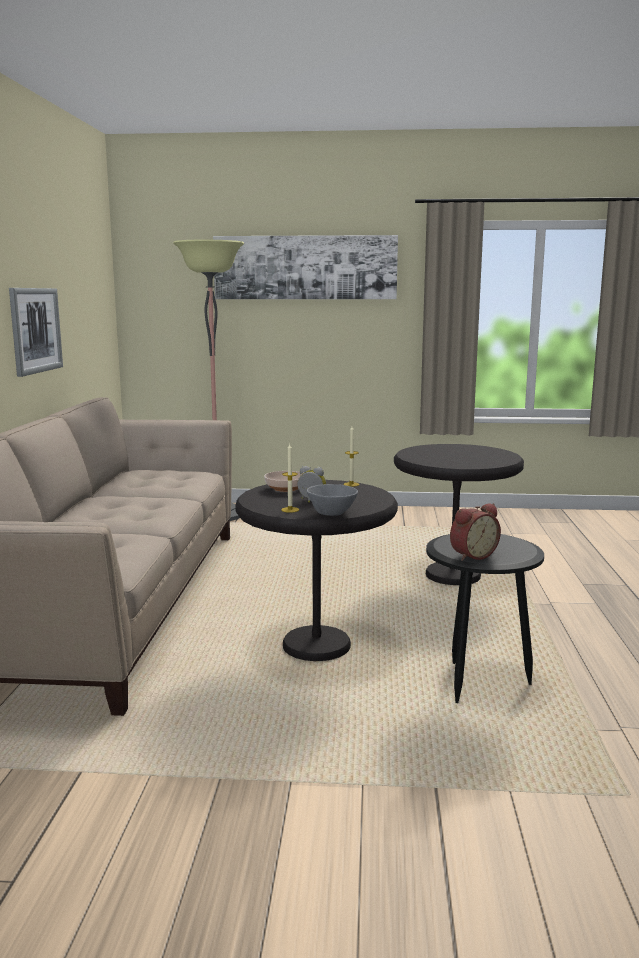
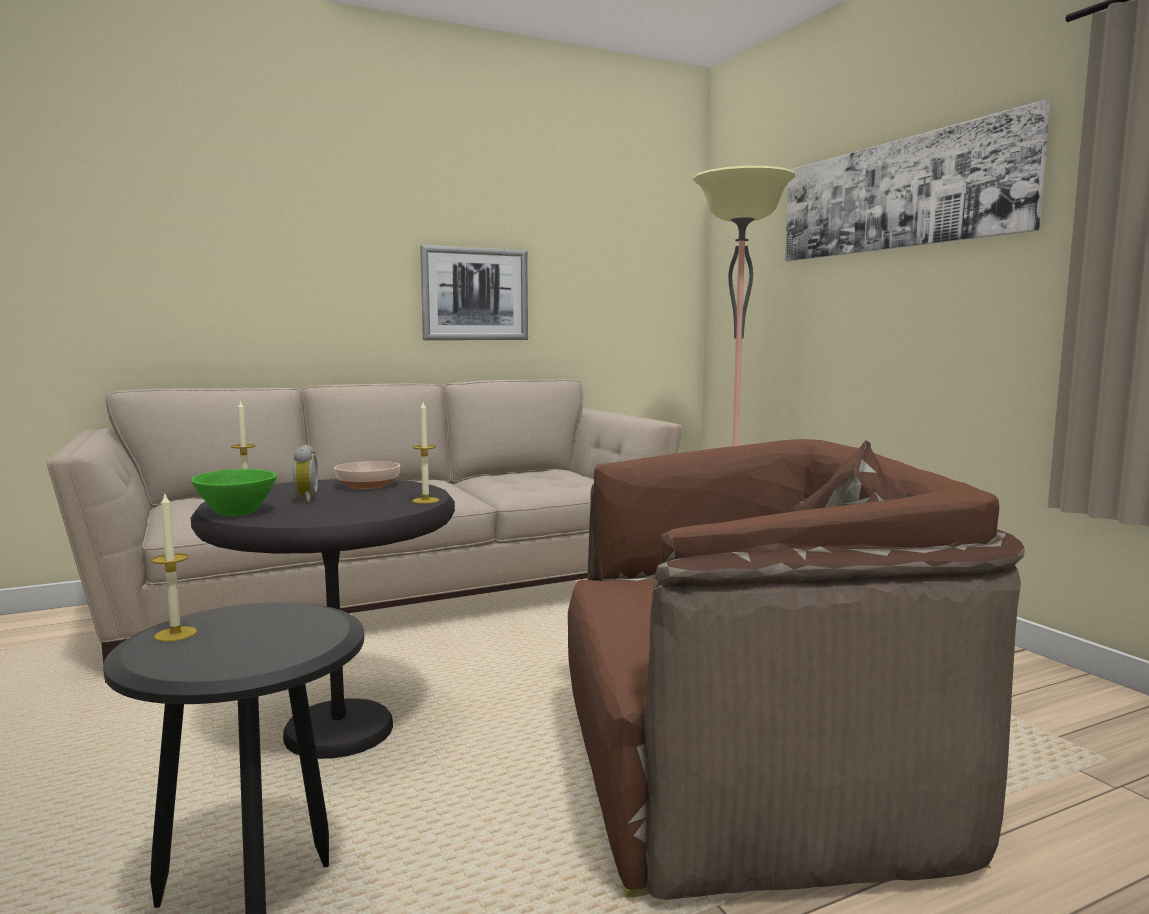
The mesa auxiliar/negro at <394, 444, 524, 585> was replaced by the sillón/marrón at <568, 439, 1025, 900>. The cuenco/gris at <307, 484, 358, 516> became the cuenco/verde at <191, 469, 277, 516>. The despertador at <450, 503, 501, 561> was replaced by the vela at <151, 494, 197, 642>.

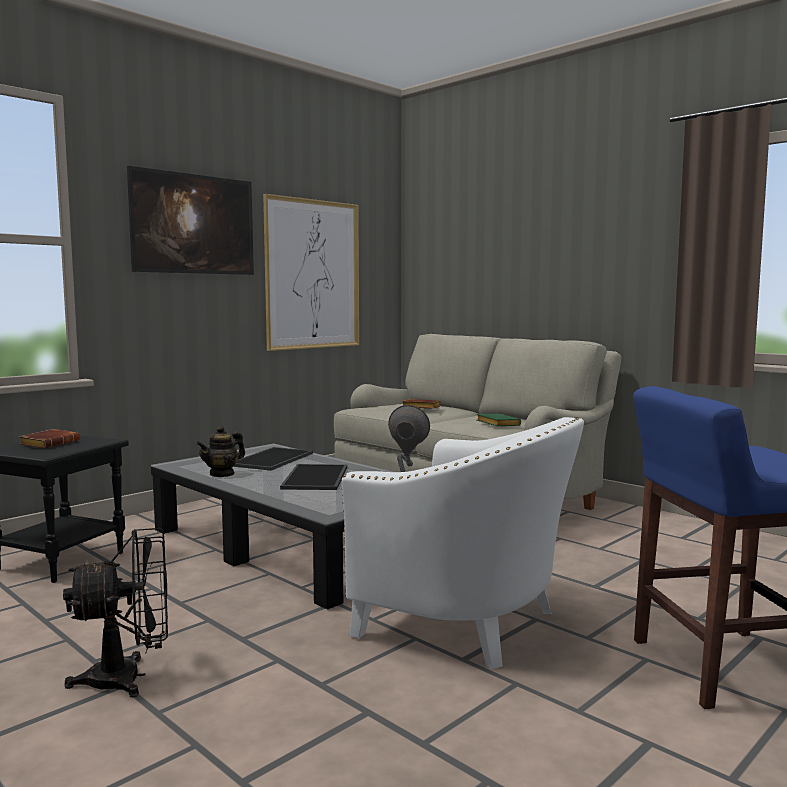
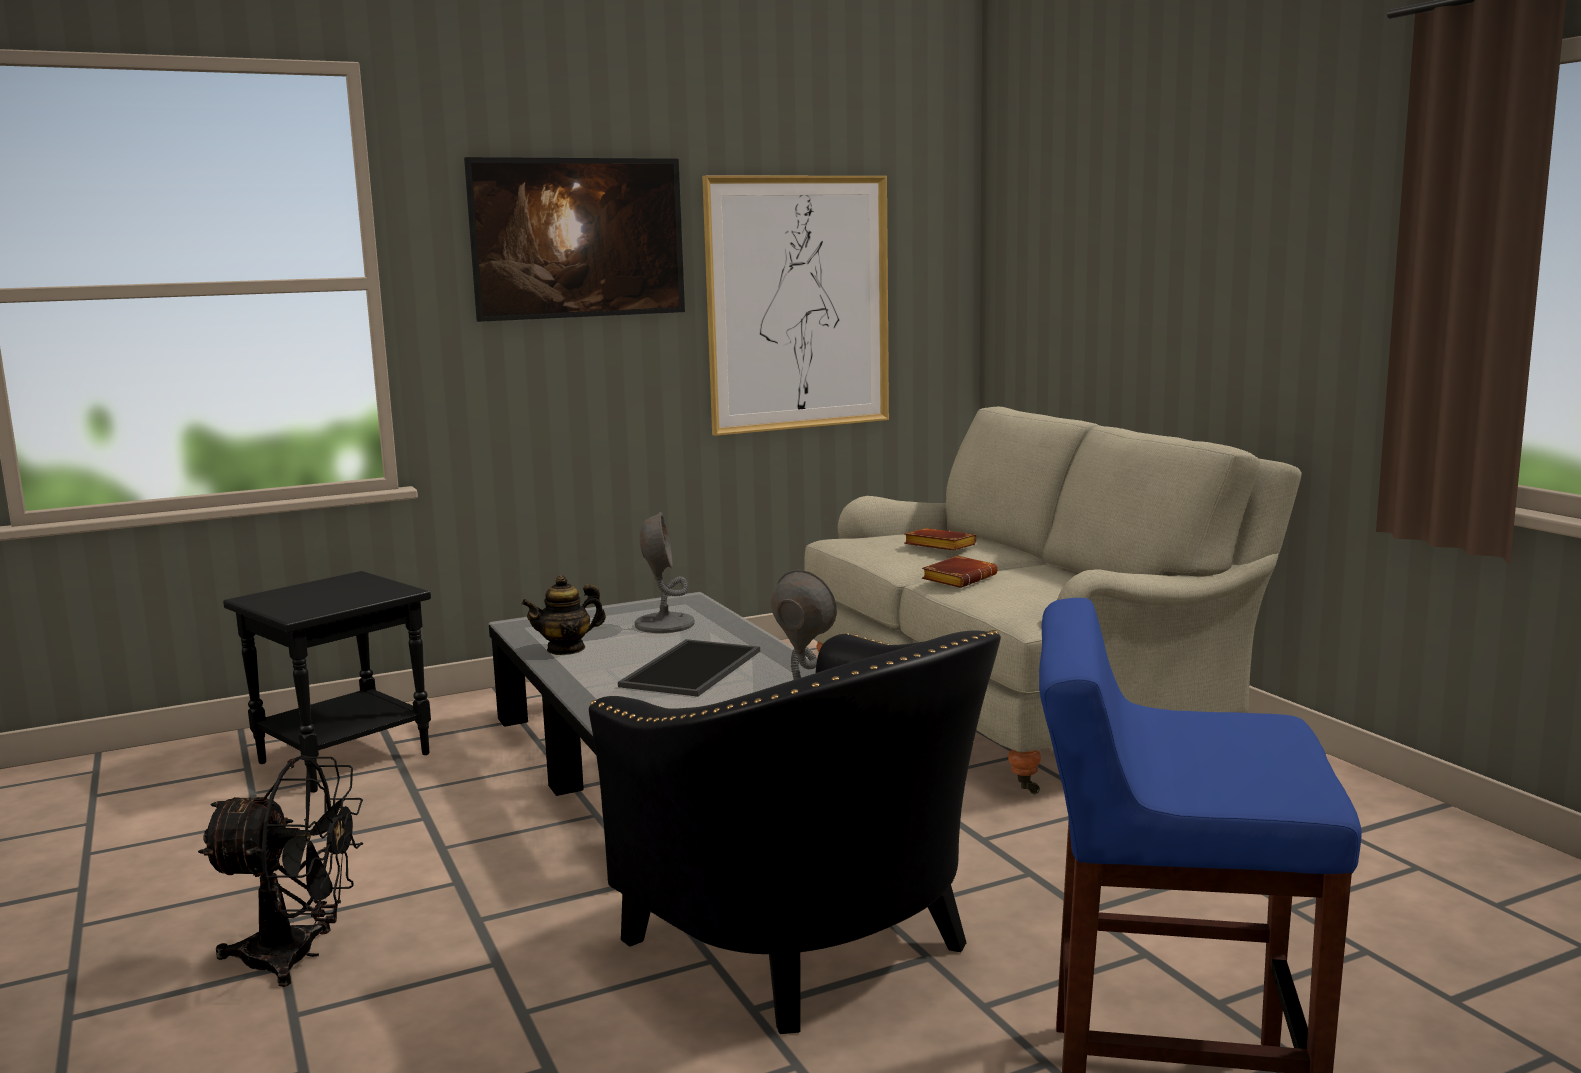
The libro/verde at <476, 414, 521, 426> disappeared. The sillón/blanco at <342, 417, 584, 669> became the sillón/negro at <589, 630, 1001, 1034>. The libro/marrón moved from <19, 429, 80, 448> to <922, 556, 997, 588>. The bandeja at <233, 447, 313, 470> was replaced by the lámpara de mesa/gris at <635, 512, 695, 633>.

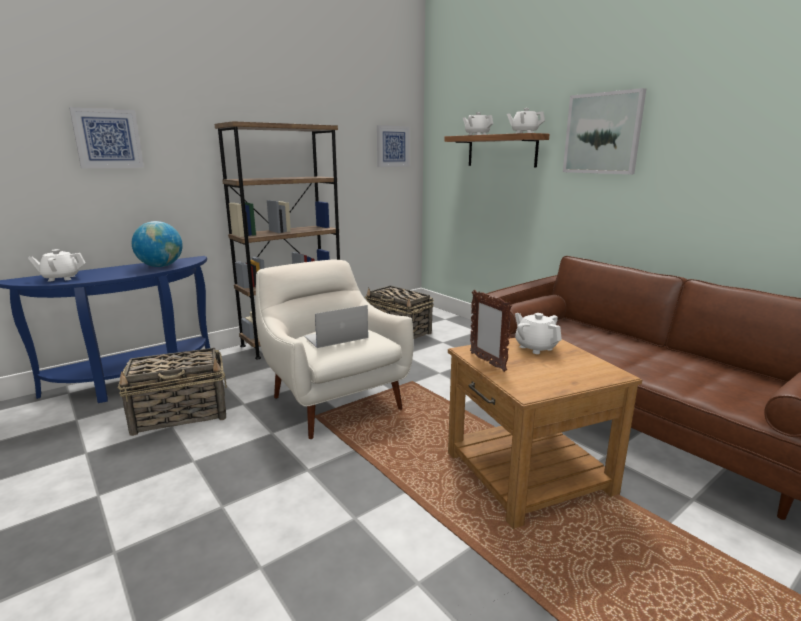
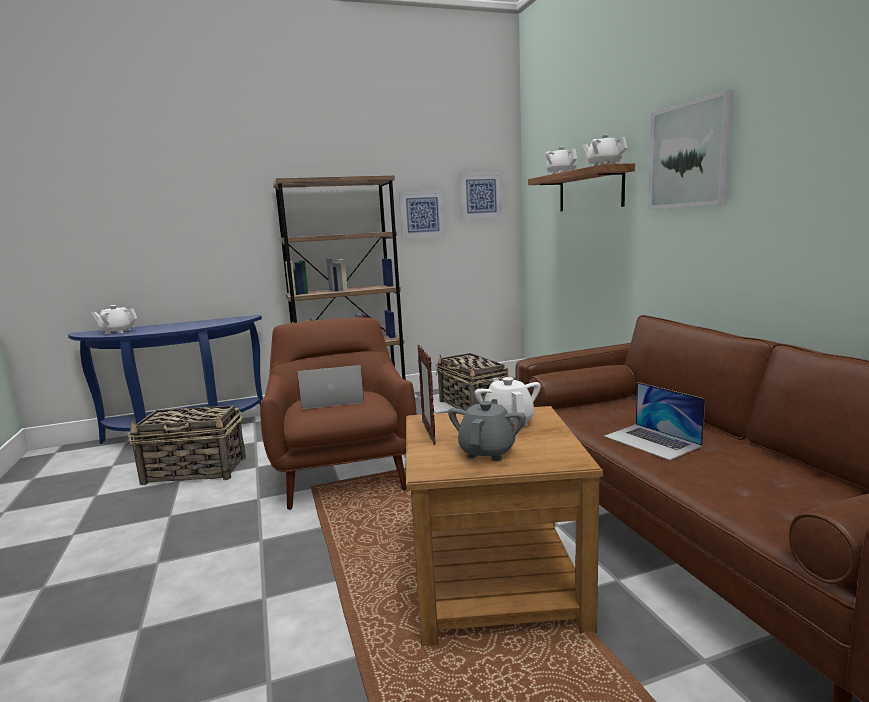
The cuadro moved from <69, 107, 144, 168> to <399, 190, 445, 239>. The globo terráqueo at <132, 221, 183, 267> disappeared. The sillón/blanco at <256, 260, 414, 439> became the sillón/marrón at <260, 317, 417, 510>. The portátil at <604, 382, 705, 460> appeared. The tetera/gris at <448, 399, 526, 461> appeared.

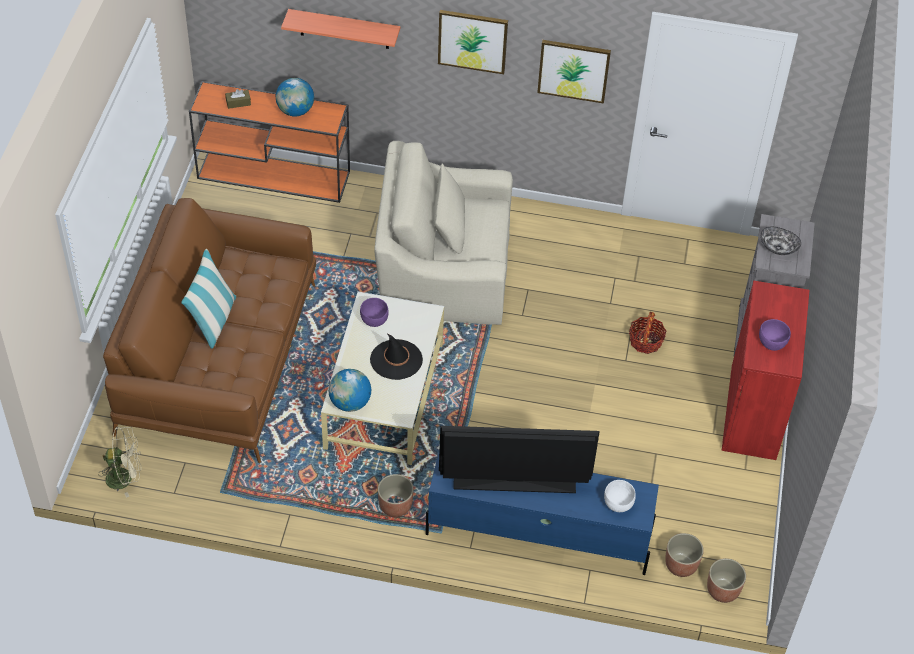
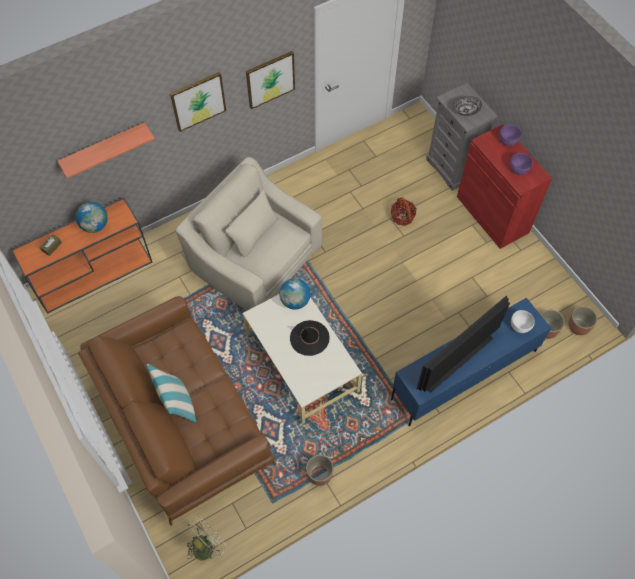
The sillón/beis at <374, 141, 513, 325> turned 75 degrees clockwise. The cuenco/morado moved from <360, 298, 389, 327> to <499, 125, 521, 146>. The globo terráqueo moved from <328, 369, 371, 412> to <279, 278, 311, 309>. The maceta moved from <378, 474, 414, 517> to <306, 455, 334, 486>.

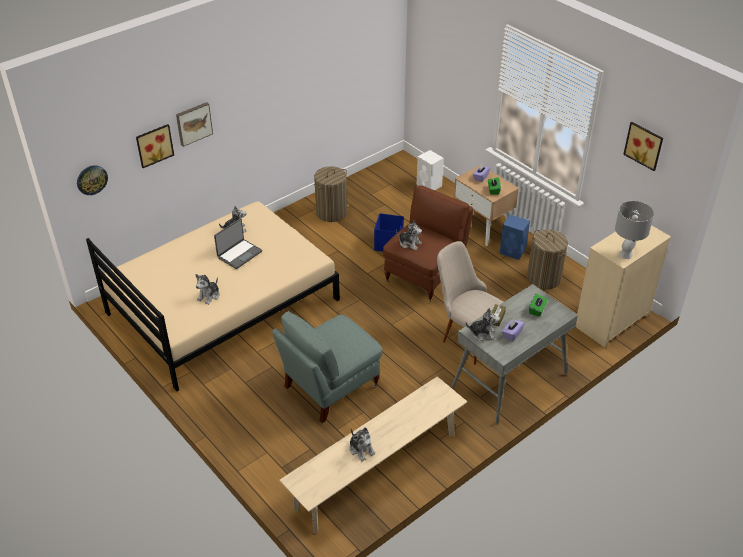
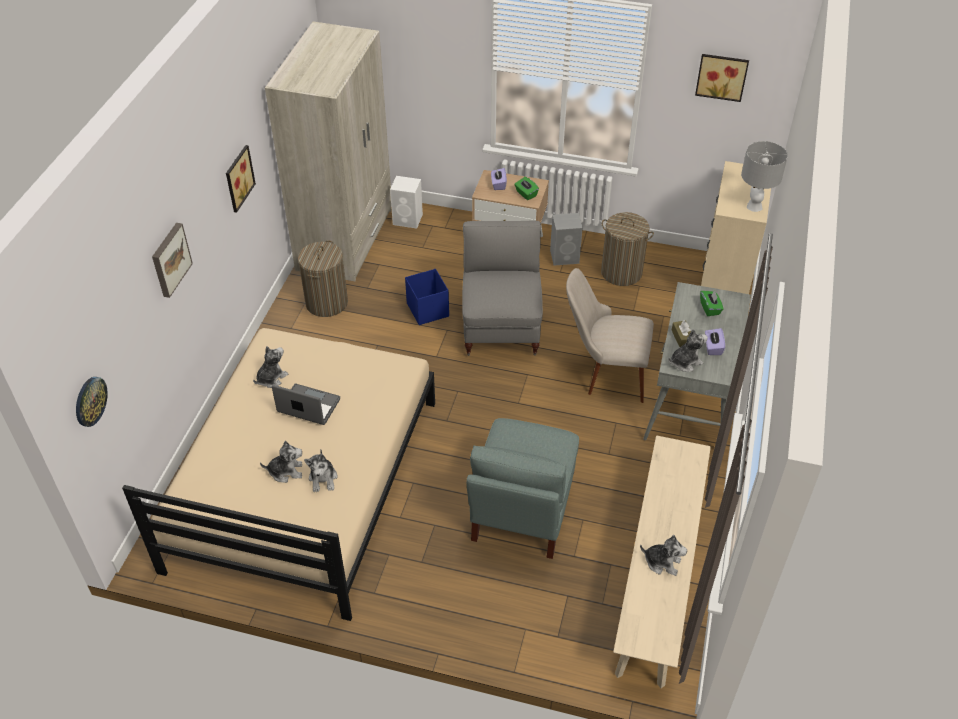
The cuadro moved from <136, 124, 174, 168> to <226, 145, 256, 213>. The sillón/marrón at <383, 185, 473, 302> became the sillón/gris at <462, 221, 543, 356>. The altavoz/azul at <500, 214, 530, 260> became the altavoz/gris at <550, 213, 583, 266>. The portátil at <214, 218, 262, 269> turned 75 degrees counterclockwise. The peluche moved from <396, 220, 422, 250> to <260, 441, 302, 483>. The armario ropero/beis at <265, 22, 391, 281> appeared.

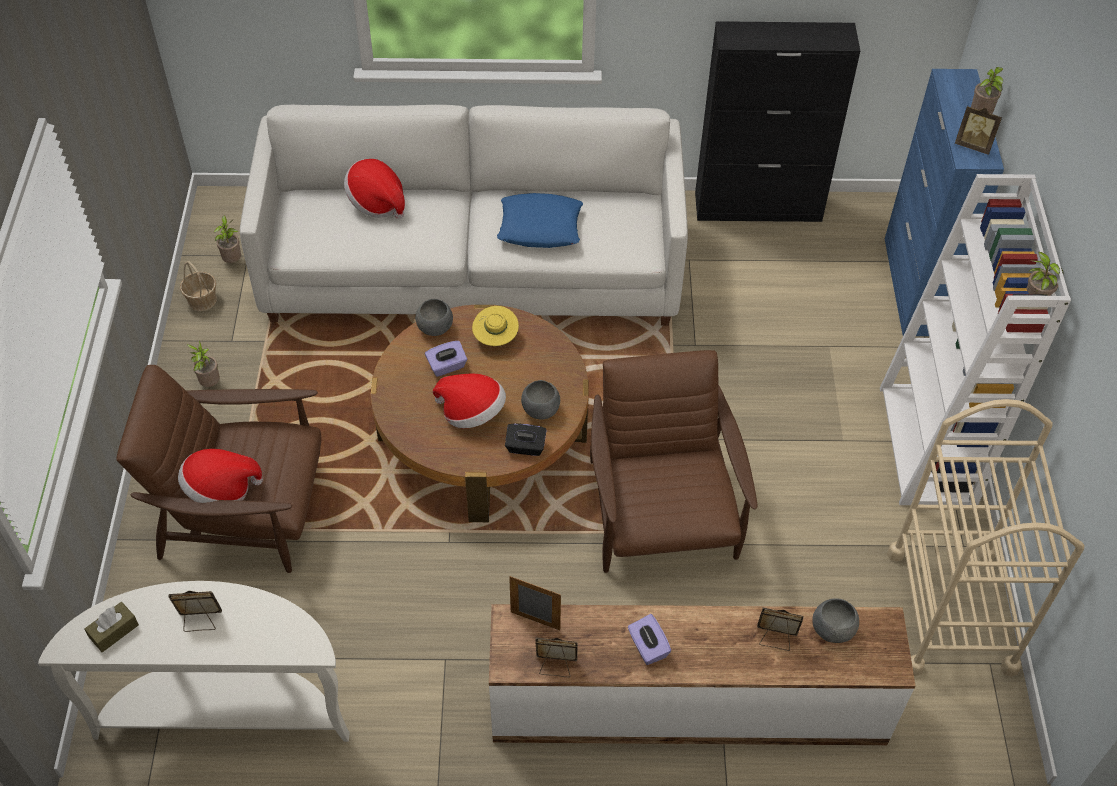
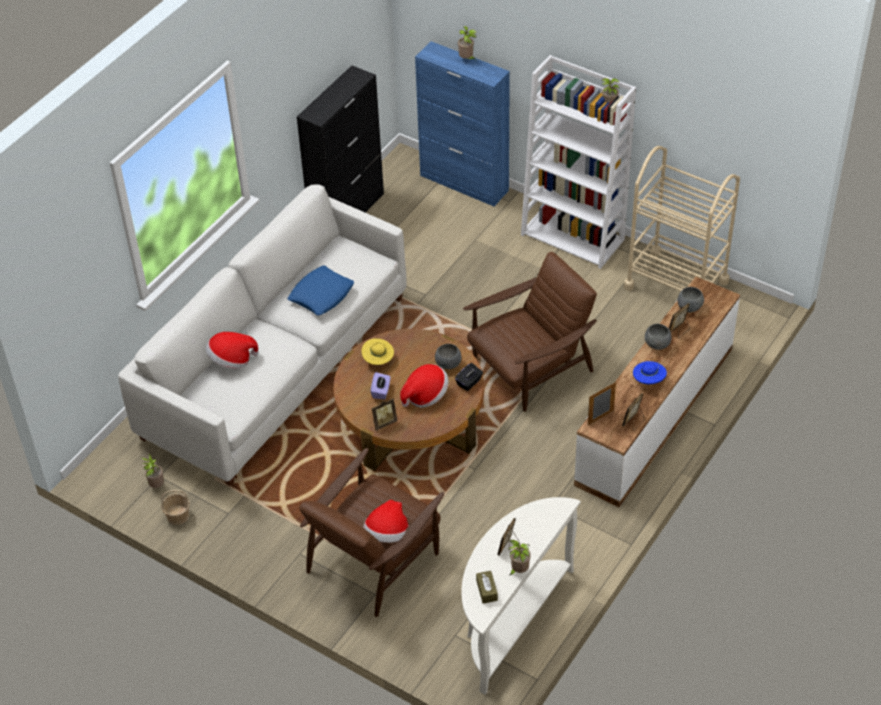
The portarretratos moved from <955, 105, 1002, 155> to <372, 398, 397, 431>. The cuenco/gris moved from <415, 299, 453, 336> to <645, 324, 672, 350>. The planta en maceta moved from <187, 340, 220, 387> to <508, 540, 531, 576>. The sillón/marrón at <590, 350, 758, 573> turned 120 degrees clockwise. The caja de pañuelos/morado at <628, 614, 671, 665> was replaced by the sombrero/azul at <633, 361, 667, 385>.

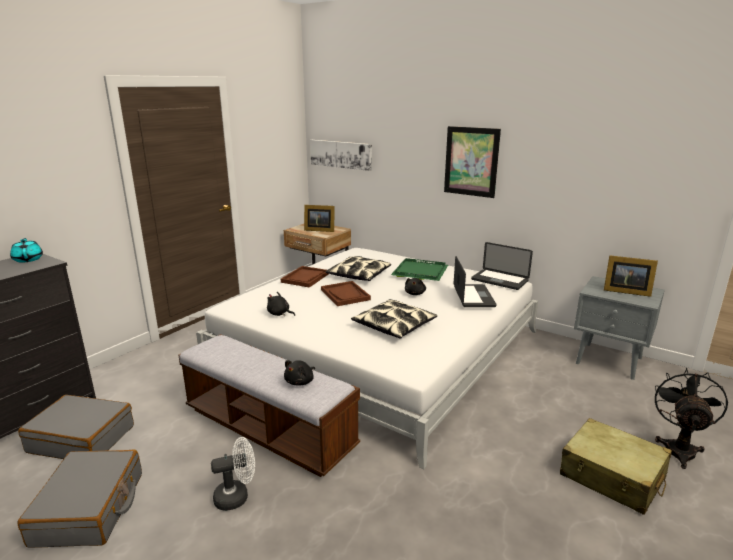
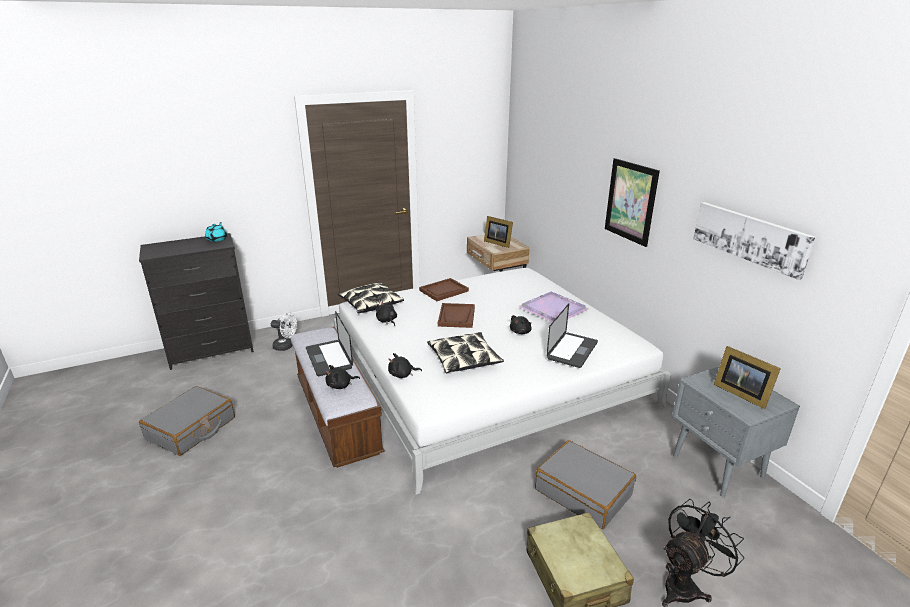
The cuadro moved from <310, 140, 372, 171> to <693, 202, 815, 280>. The portátil moved from <471, 242, 533, 290> to <306, 311, 353, 376>. The cojín moved from <326, 256, 391, 281> to <338, 282, 404, 313>. The bandeja/verde at <391, 258, 448, 281> became the bandeja/morado at <518, 291, 589, 322>. The maleta/gris moved from <18, 395, 134, 459> to <535, 440, 636, 529>. The ventilador/blanco moved from <211, 437, 255, 511> to <271, 312, 297, 351>. The peluche/negro at <388, 353, 422, 378> appeared.

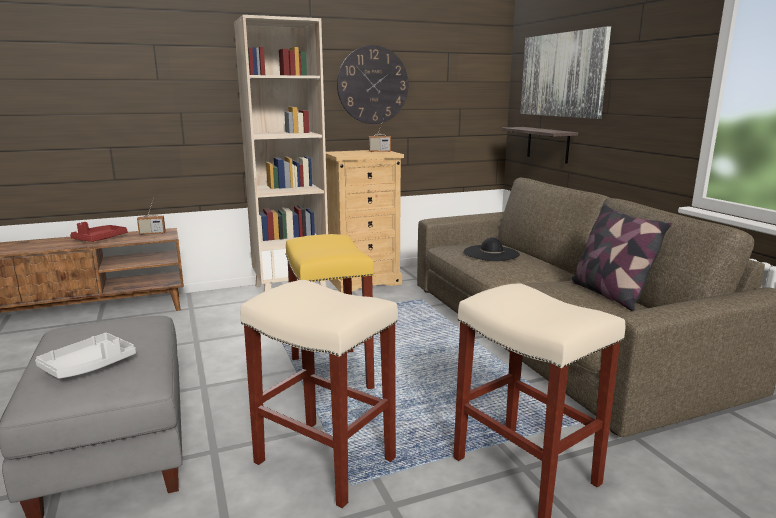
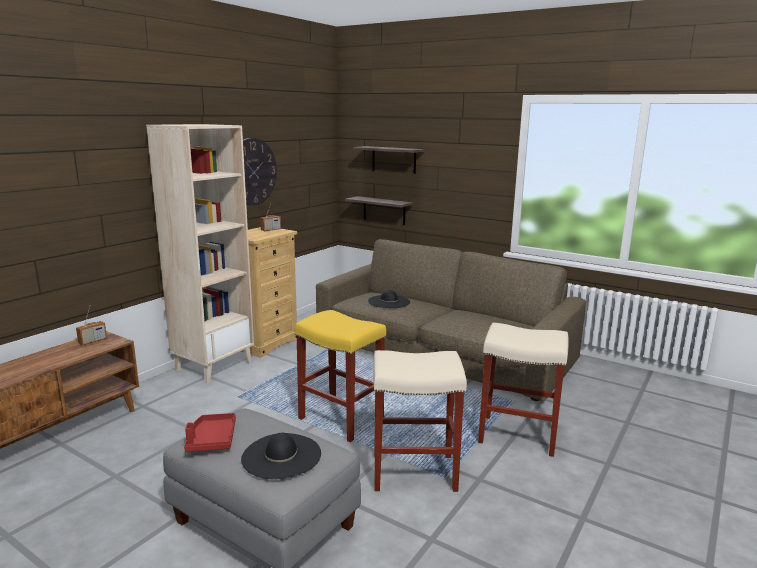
The cuadro at <520, 26, 611, 119> was replaced by the estante at <353, 146, 424, 174>. The cojín at <571, 204, 672, 311> disappeared. The bandeja/rojo moved from <70, 222, 127, 242> to <184, 413, 236, 452>. The bandeja/gris at <35, 333, 136, 379> was replaced by the sombrero/negro at <241, 433, 321, 479>.

